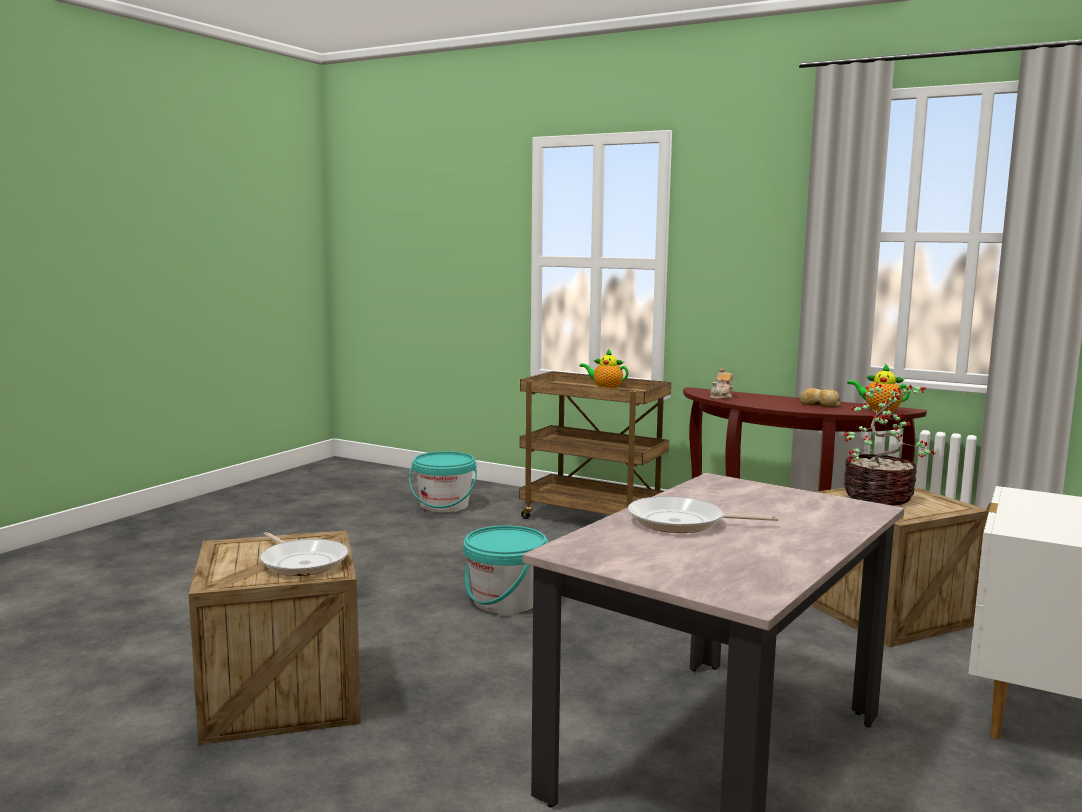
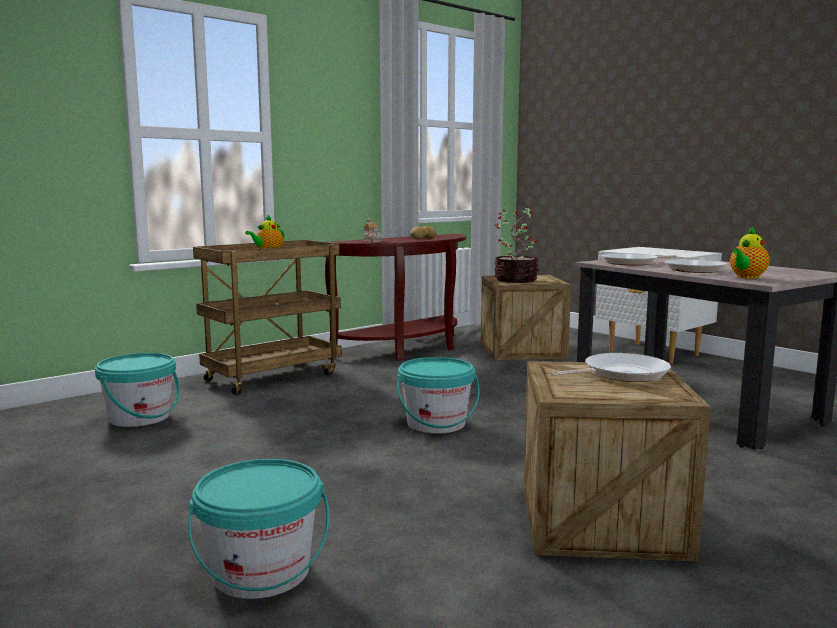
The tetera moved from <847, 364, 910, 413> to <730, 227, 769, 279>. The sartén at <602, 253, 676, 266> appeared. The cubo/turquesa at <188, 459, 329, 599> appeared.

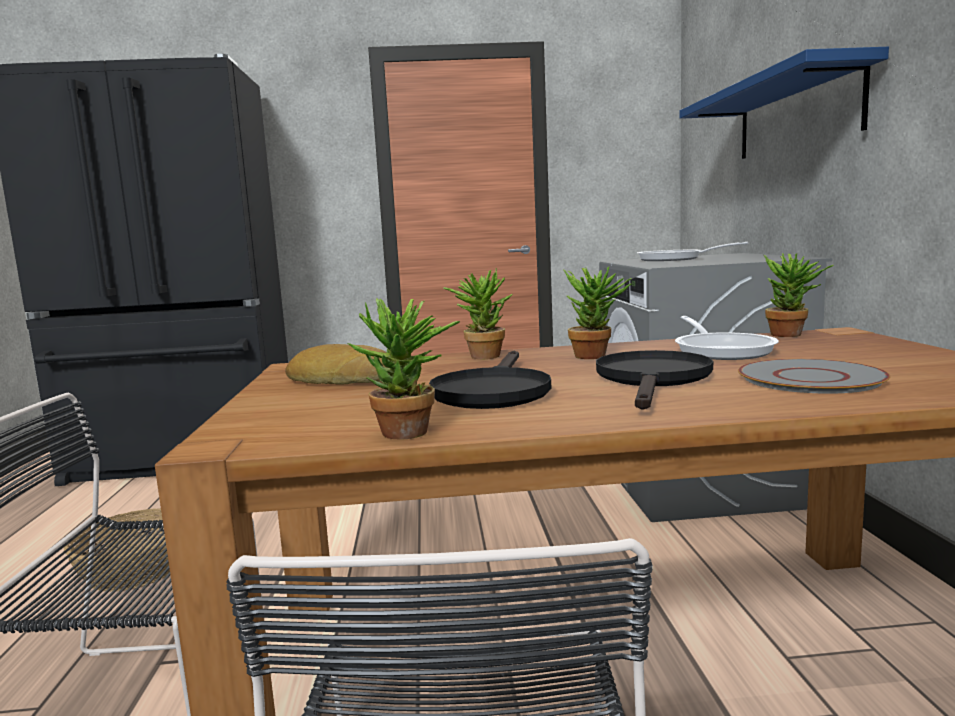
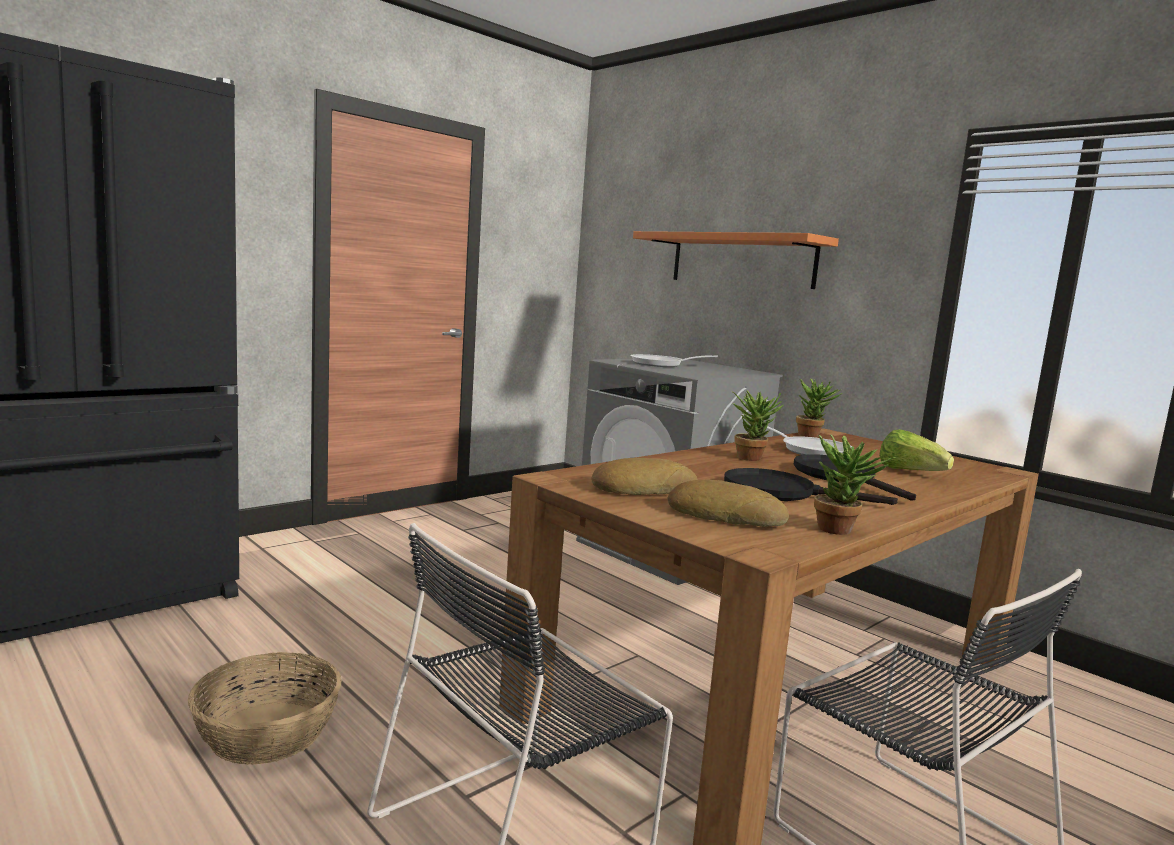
The estante/azul at <680, 47, 889, 159> became the estante/naranja at <633, 231, 839, 289>. The planta en maceta at <443, 268, 513, 359> disappeared. The sartén/negro at <429, 351, 551, 409> turned 135 degrees clockwise. The plato/gris at <738, 359, 890, 394> was replaced by the lechuga at <879, 429, 954, 471>. The pan at <667, 479, 789, 527> appeared.

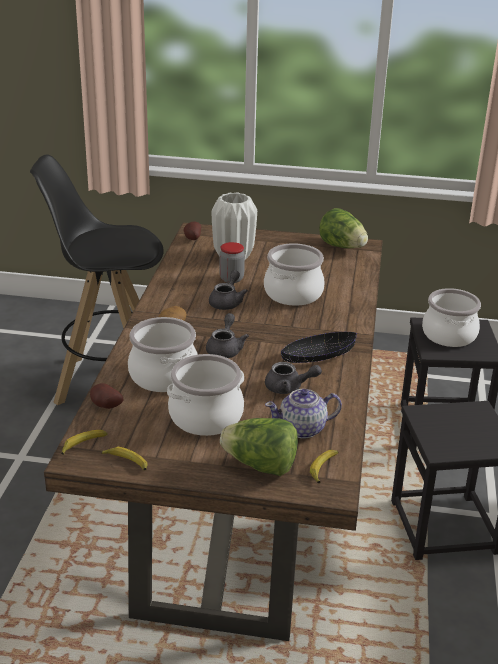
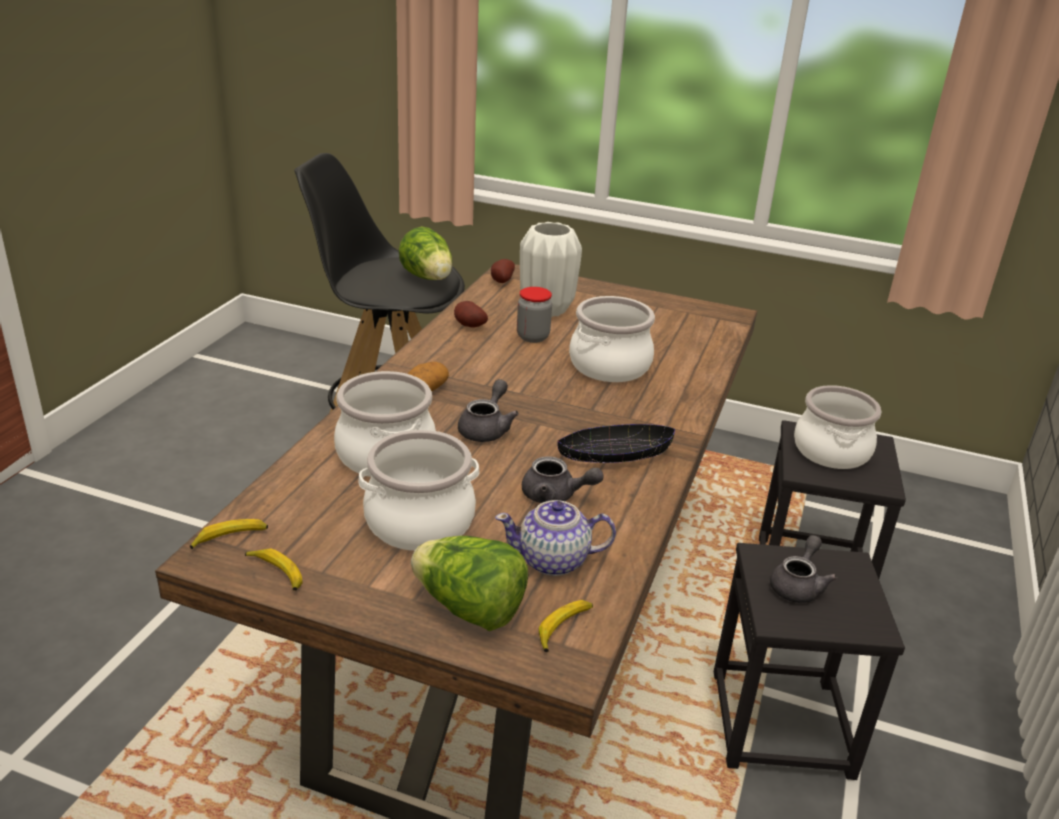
The lechuga moved from <319, 208, 368, 248> to <398, 227, 452, 280>. The tetera/gris moved from <209, 270, 248, 310> to <770, 535, 837, 603>. The patata moved from <90, 383, 124, 409> to <454, 301, 488, 327>.

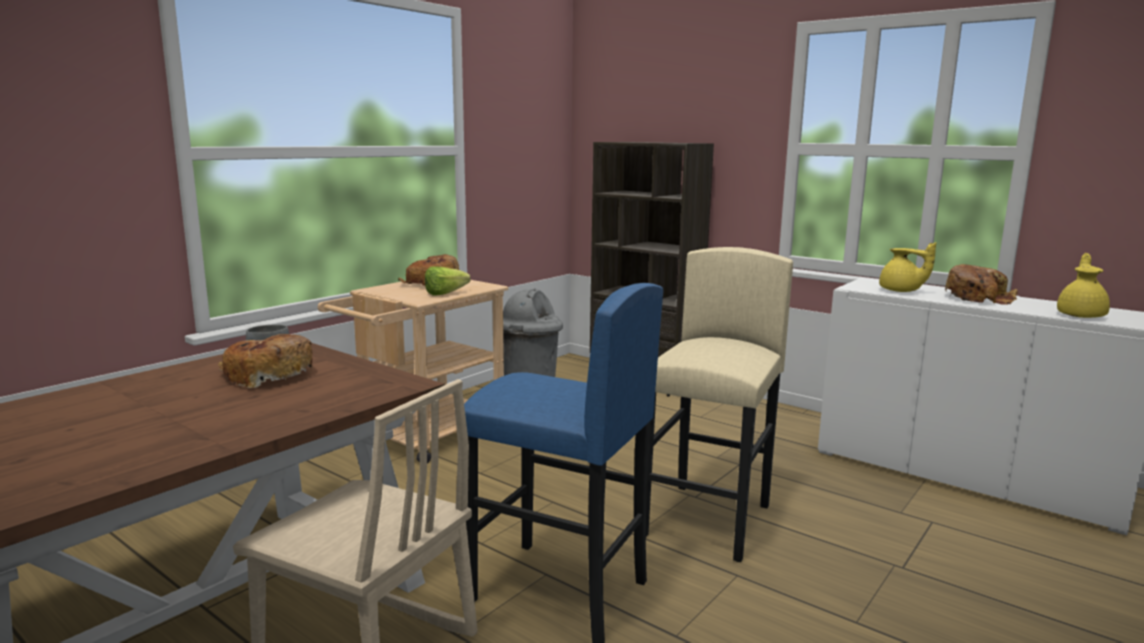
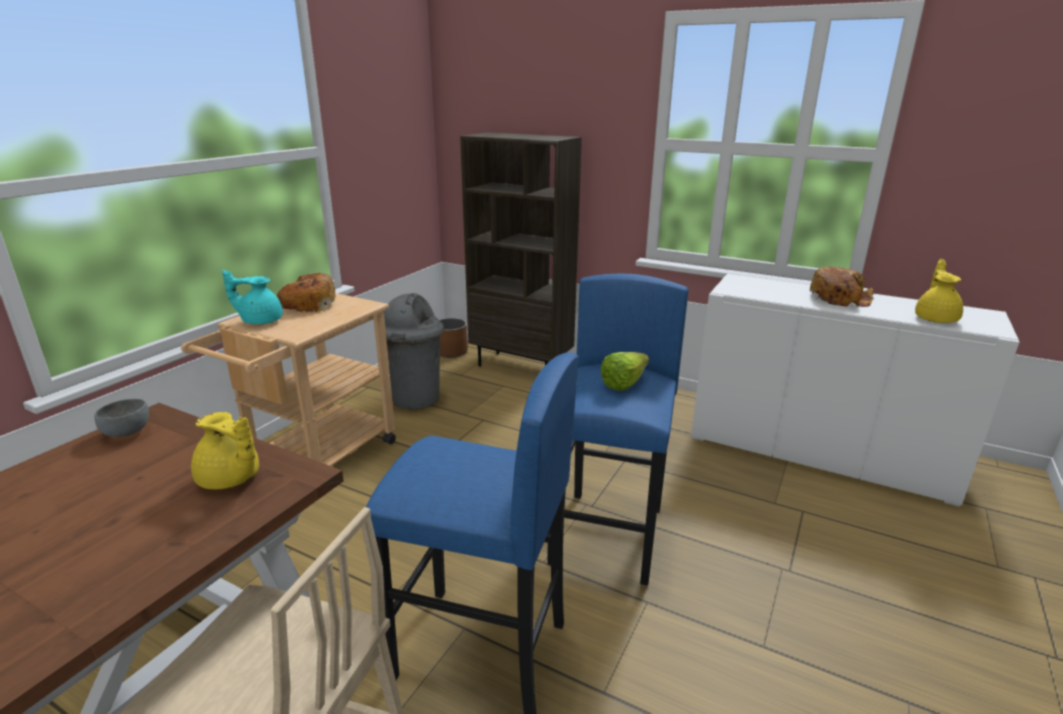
The tetera/amarillo moved from <879, 242, 936, 292> to <191, 412, 259, 489>. The taburete/beis at <646, 247, 793, 562> became the taburete/azul at <547, 273, 688, 585>. The lechuga moved from <425, 266, 470, 296> to <601, 352, 649, 391>. The pan at <218, 334, 313, 388> disappeared. The tetera/turquesa at <222, 270, 283, 324> appeared. The maceta/marrón at <440, 318, 468, 358> appeared.

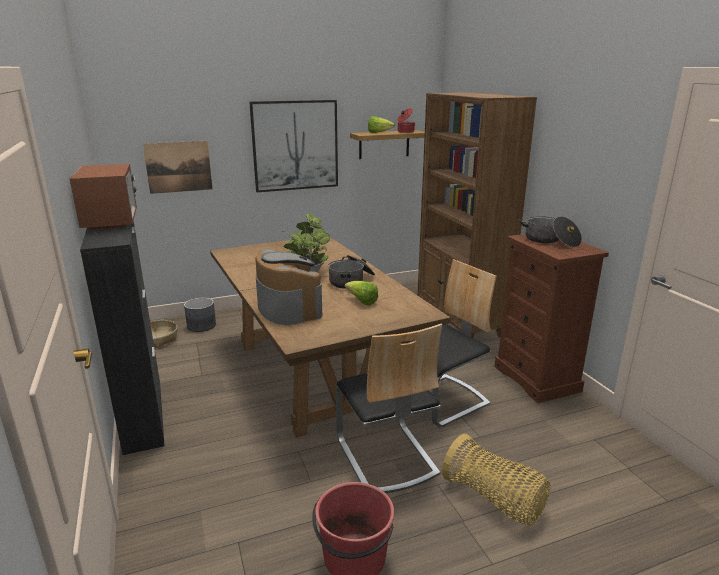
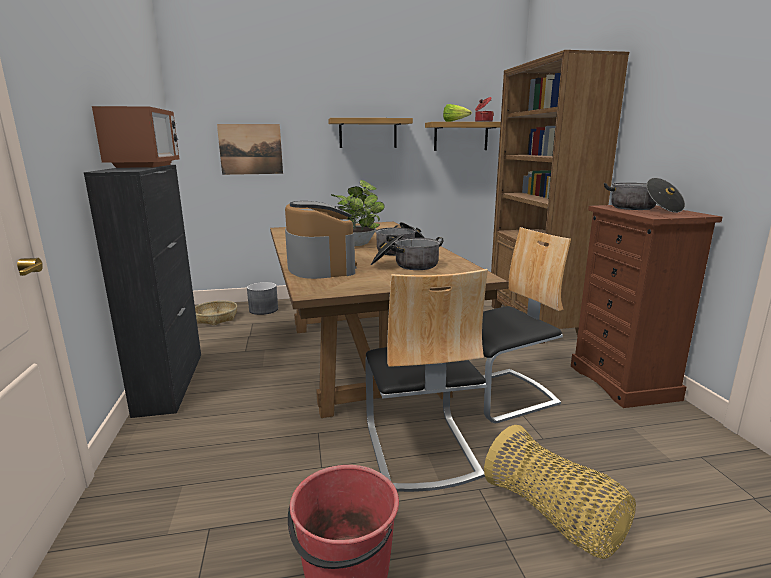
The cuadro at <249, 100, 338, 192> was replaced by the estante at <328, 118, 413, 148>. The lechuga at <345, 281, 378, 306> was replaced by the olla at <371, 235, 443, 270>.

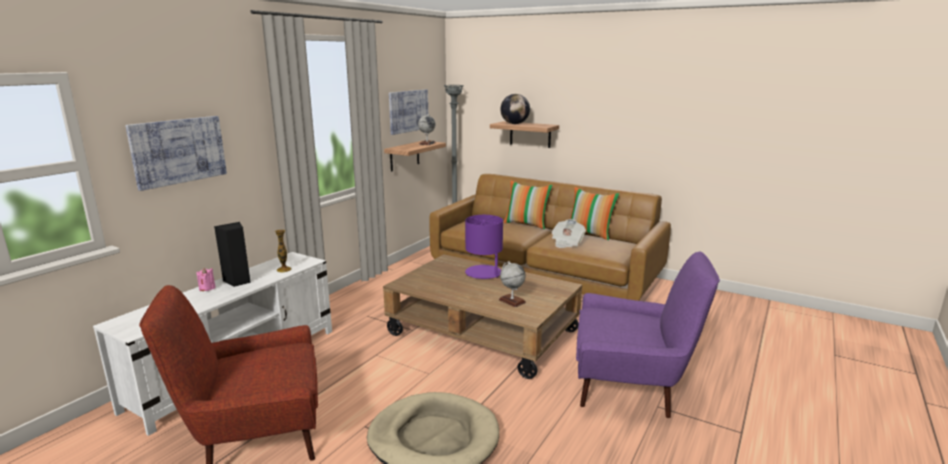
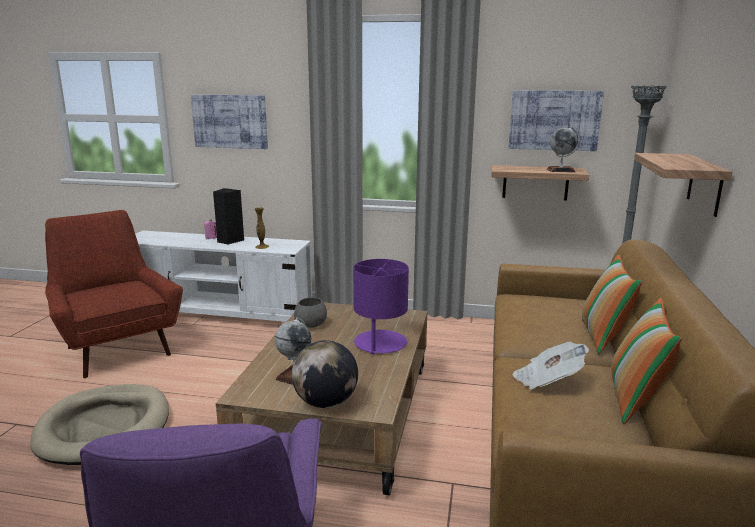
The globo terráqueo moved from <500, 94, 530, 124> to <292, 340, 358, 408>. The cuenco/gris at <294, 297, 327, 328> appeared.

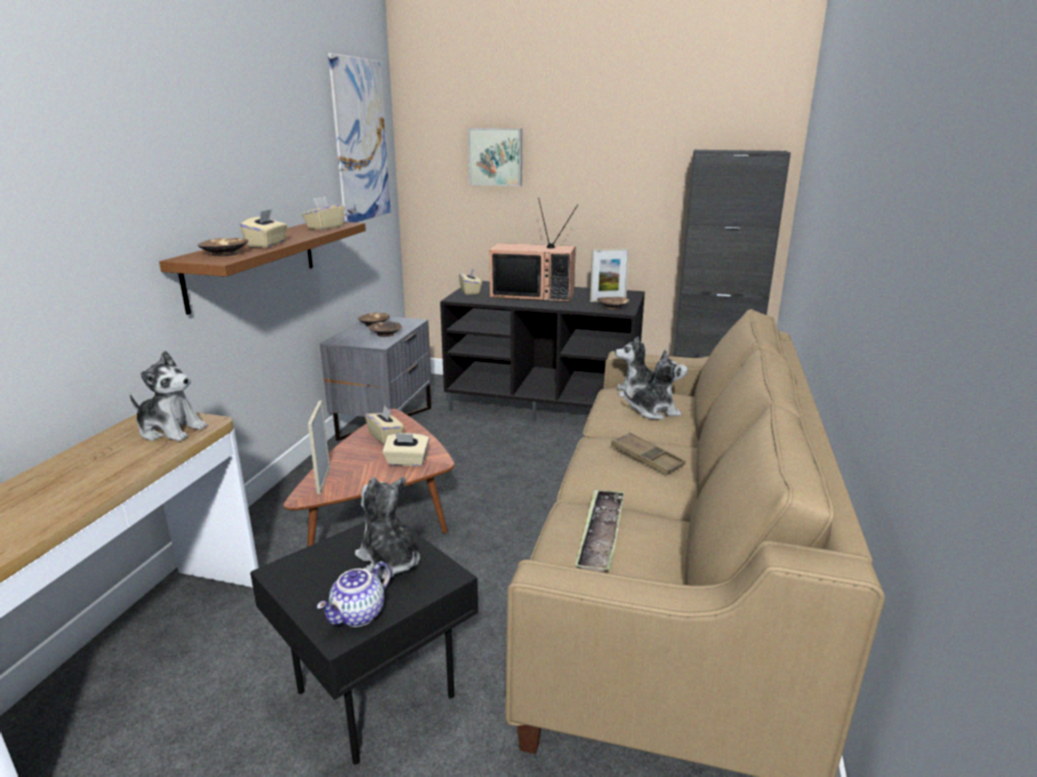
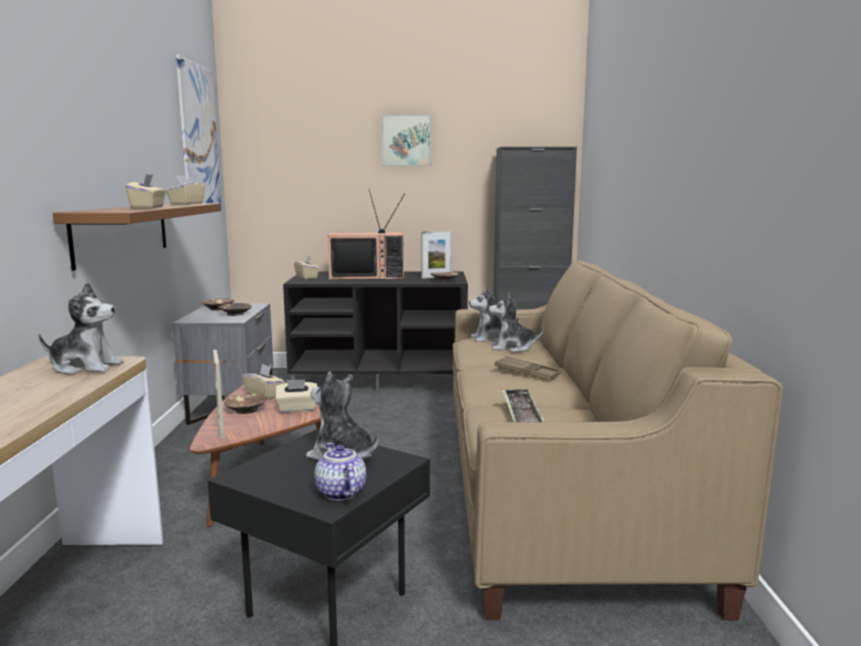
The cuadro moved from <468, 128, 522, 186> to <381, 115, 431, 166>. The cuenco/marrón moved from <197, 238, 248, 256> to <224, 393, 267, 414>. The peluche at <624, 349, 688, 420> turned 150 degrees counterclockwise. The tetera at <317, 561, 391, 627> turned 135 degrees clockwise.

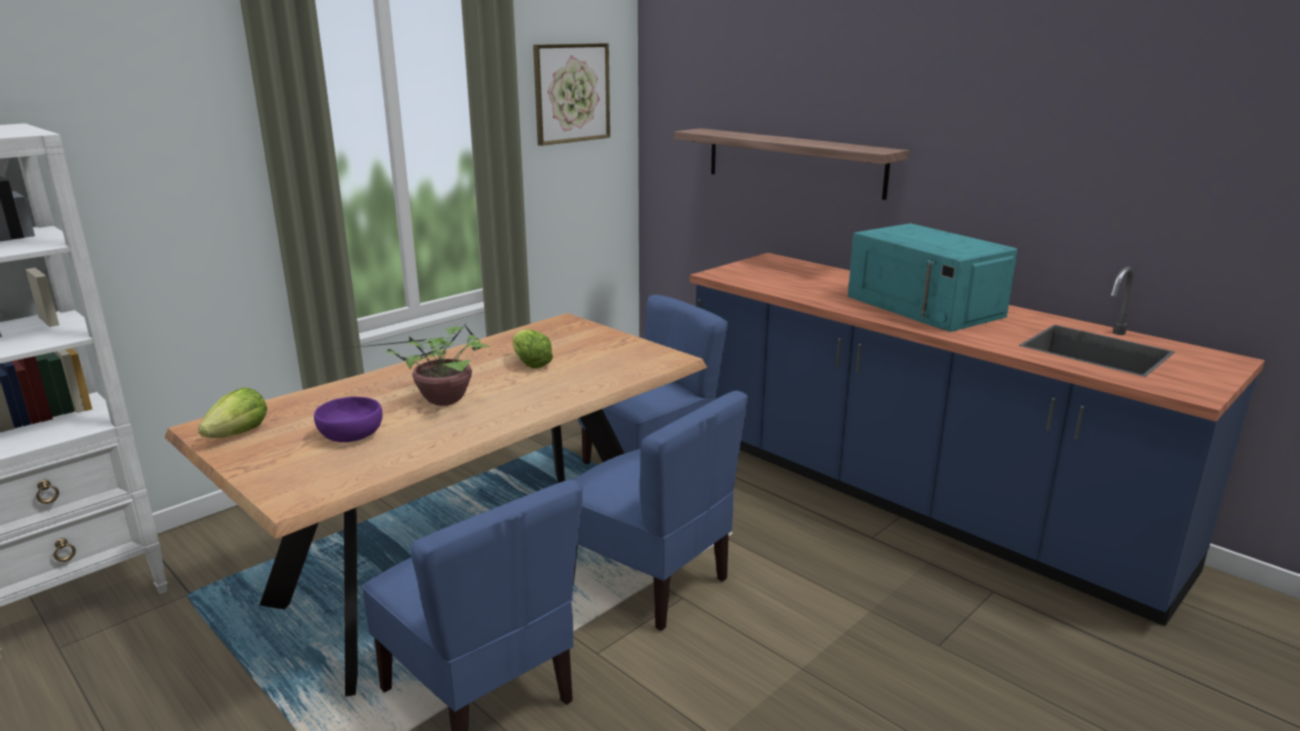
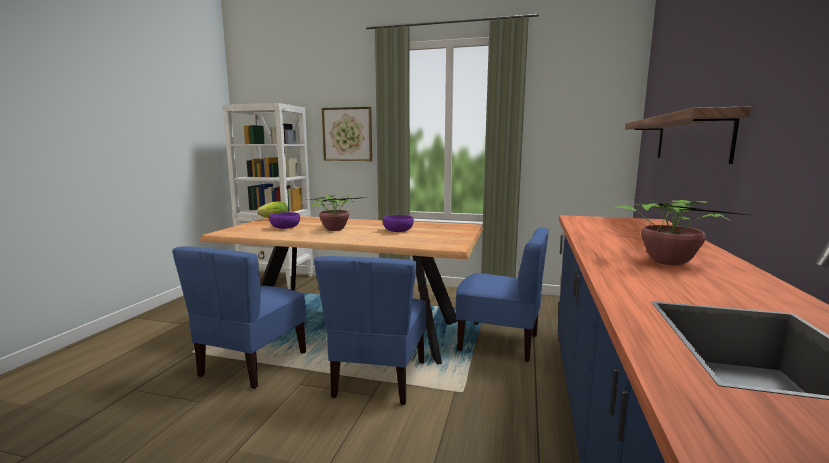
The cuadro moved from <533, 43, 610, 146> to <322, 107, 372, 161>. The microondas/turquesa at <848, 223, 1017, 332> was replaced by the planta en maceta at <612, 199, 755, 265>. The lechuga at <512, 329, 553, 368> was replaced by the cuenco/morado at <383, 215, 414, 232>.

